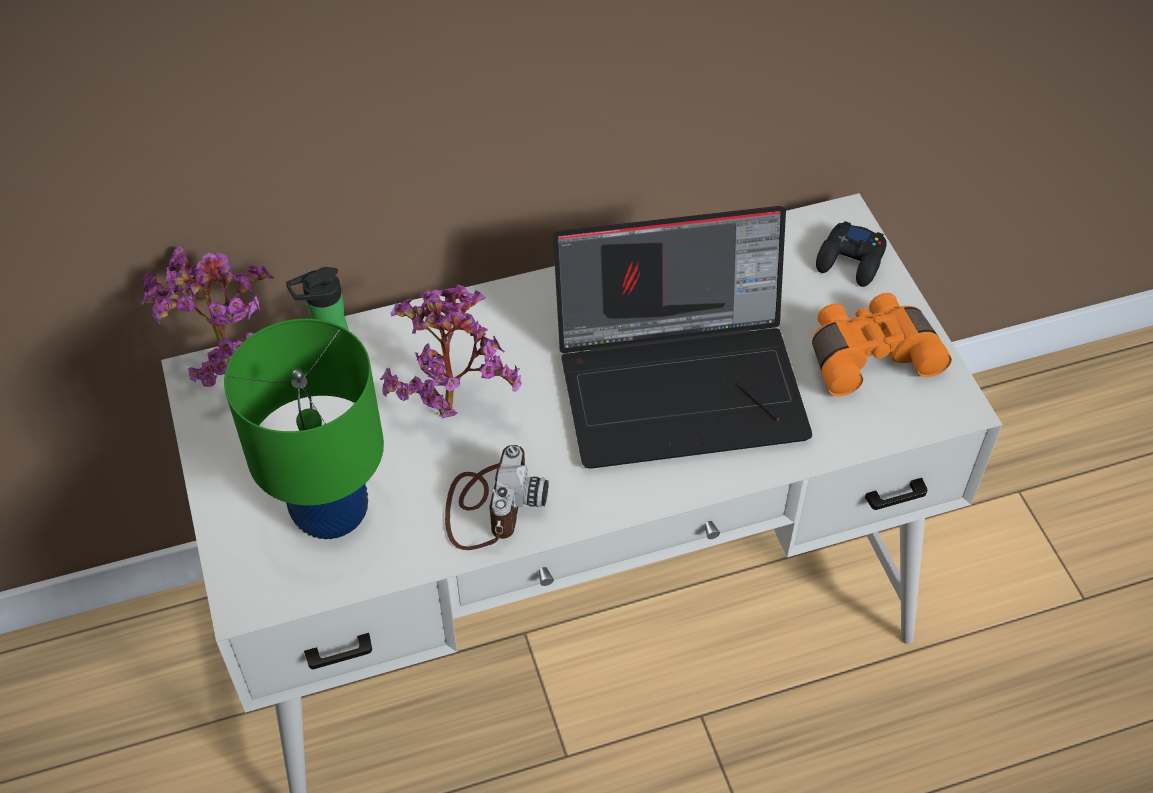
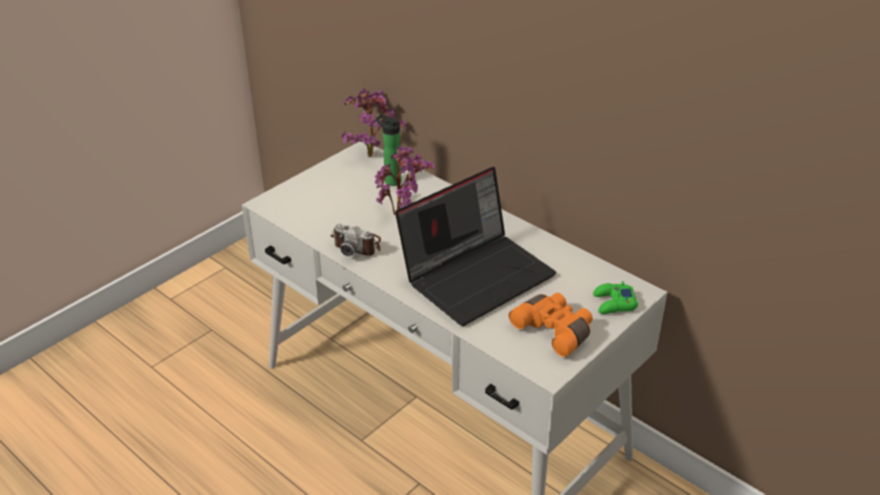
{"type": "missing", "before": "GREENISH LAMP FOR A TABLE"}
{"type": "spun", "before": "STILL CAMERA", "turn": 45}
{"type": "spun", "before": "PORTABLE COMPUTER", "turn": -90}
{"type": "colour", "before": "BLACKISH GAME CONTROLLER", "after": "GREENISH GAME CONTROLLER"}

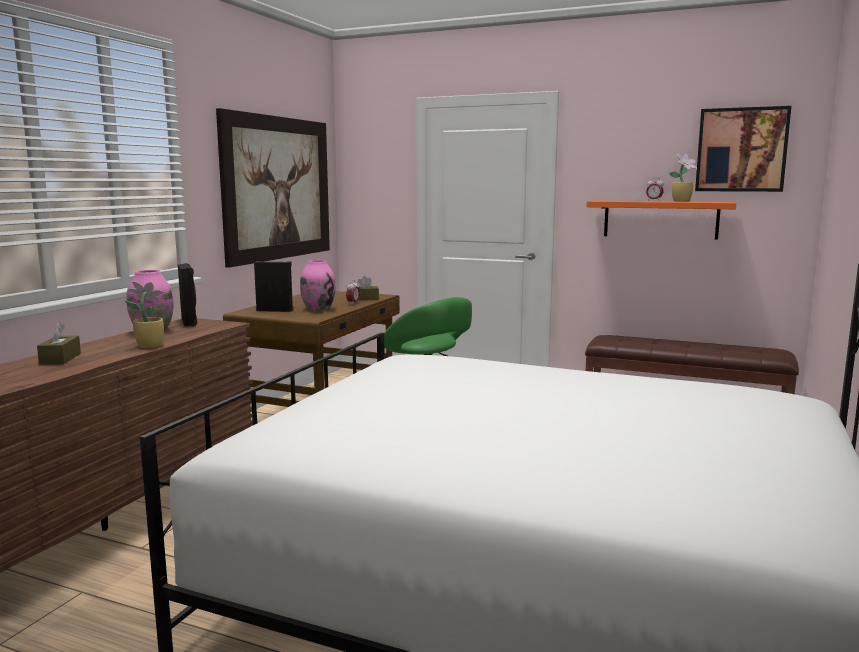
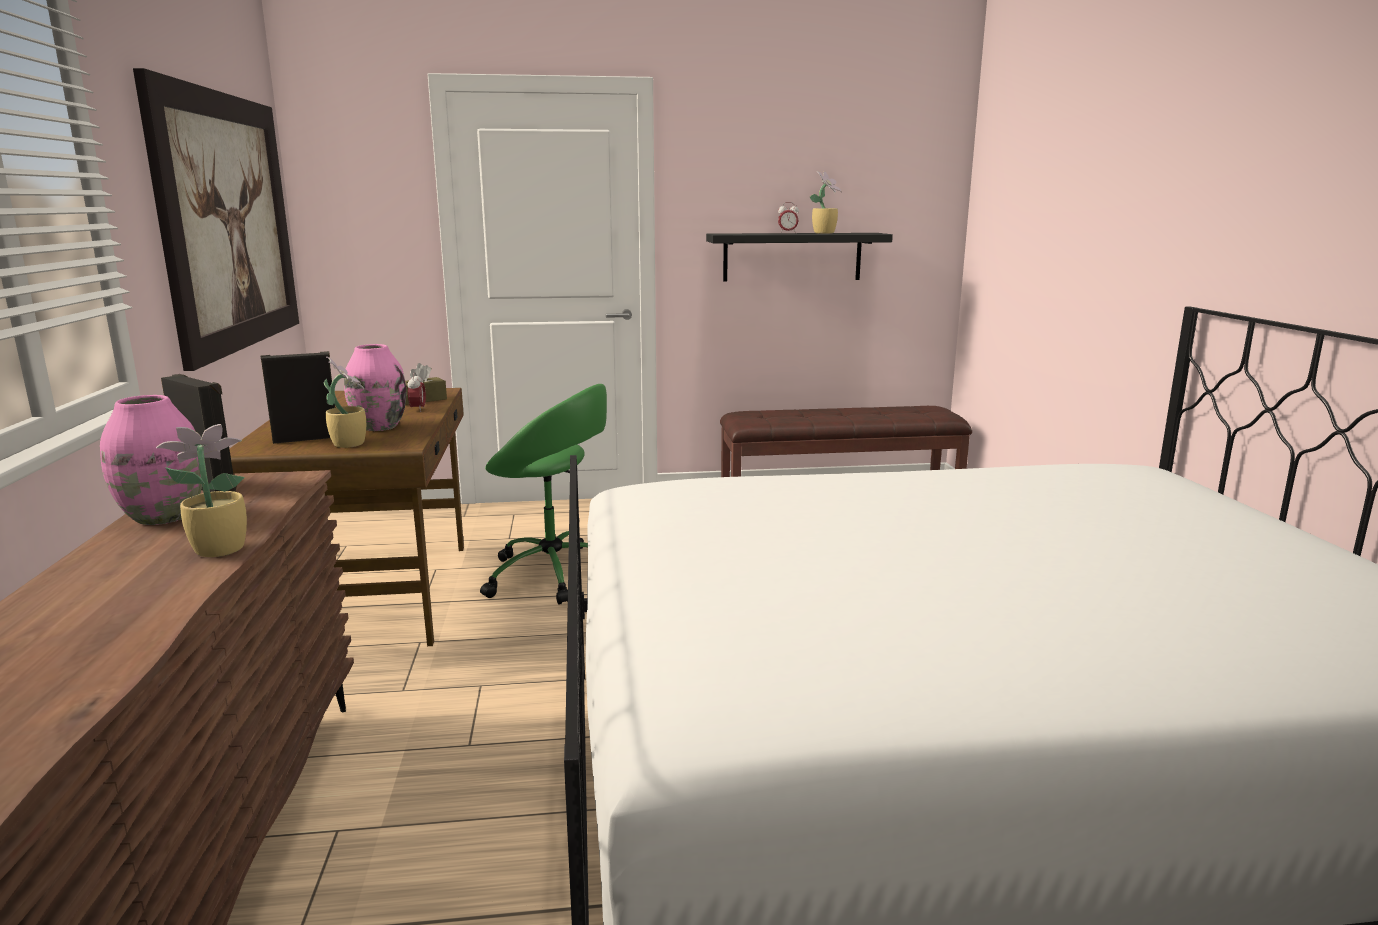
{"type": "missing", "before": "BROWNISH TISSUE BOX (no. 1 from left)"}
{"type": "colour", "before": "ORANGEY SHELF", "after": "BLACKISH SHELF"}
{"type": "missing", "before": "PICTURE (no. 2 from left)"}
{"type": "appeared", "after": "HOUSEPLANT (no. 2 from left)"}

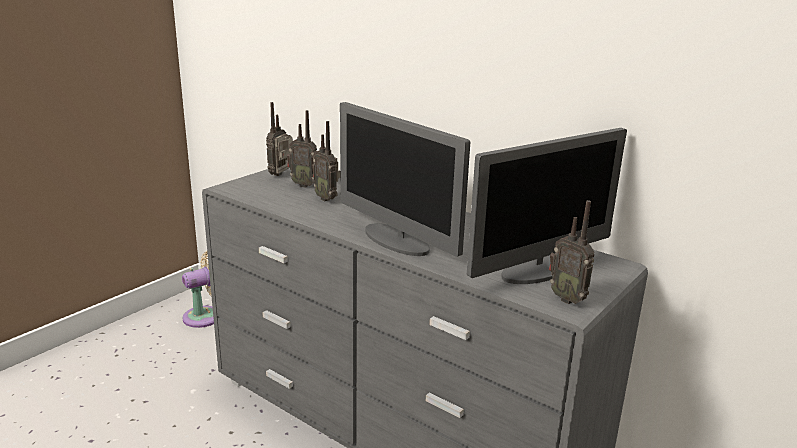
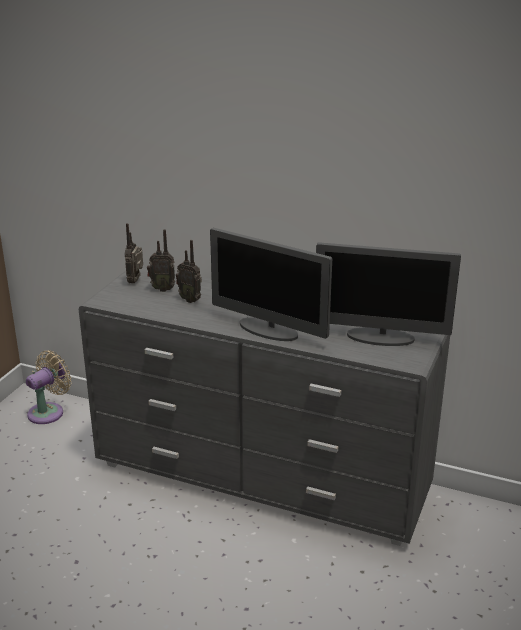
{"type": "spun", "before": "COMPUTER SCREEN (no. 2 from left)", "turn": 60}
{"type": "missing", "before": "RADIO SET (no. 4 from left)"}

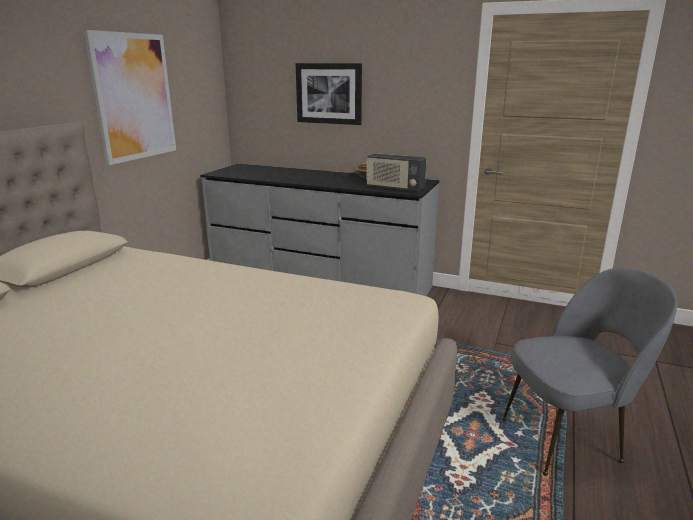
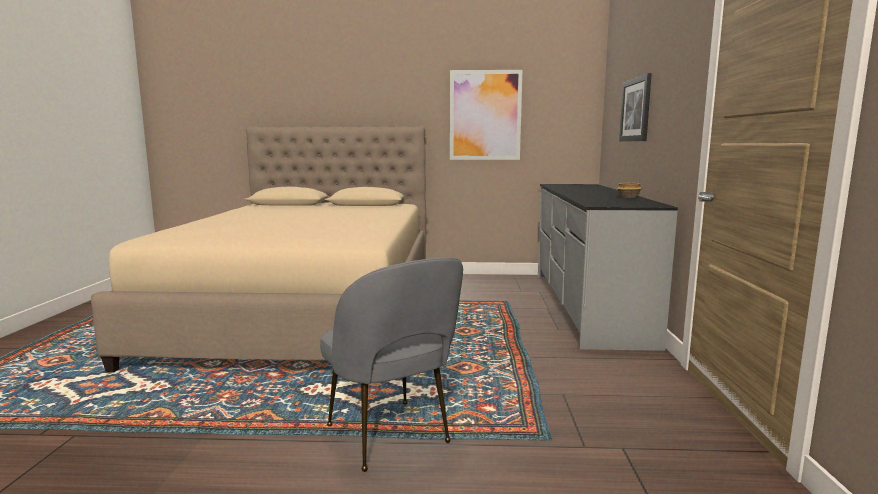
{"type": "missing", "before": "RADIO SET"}

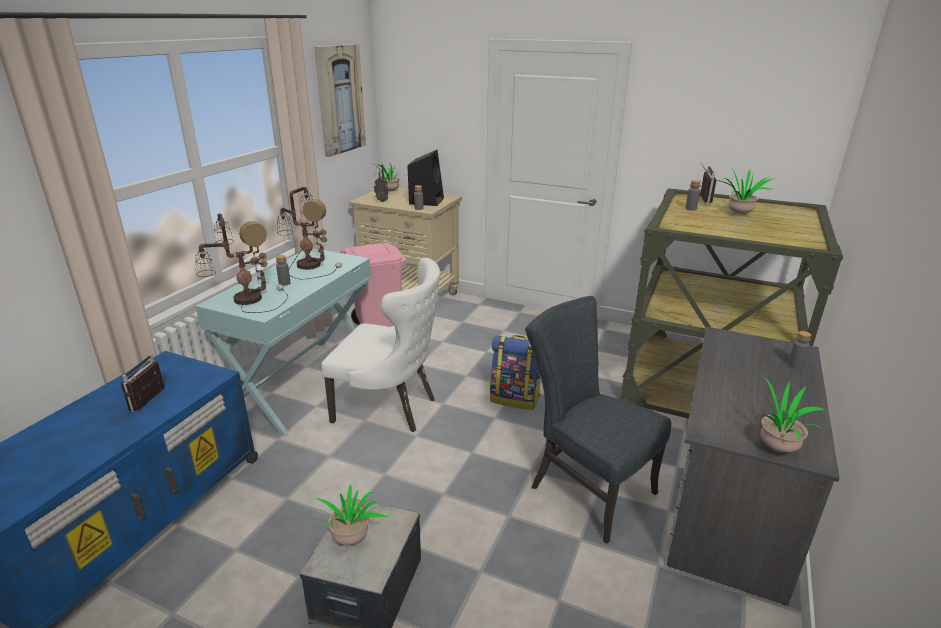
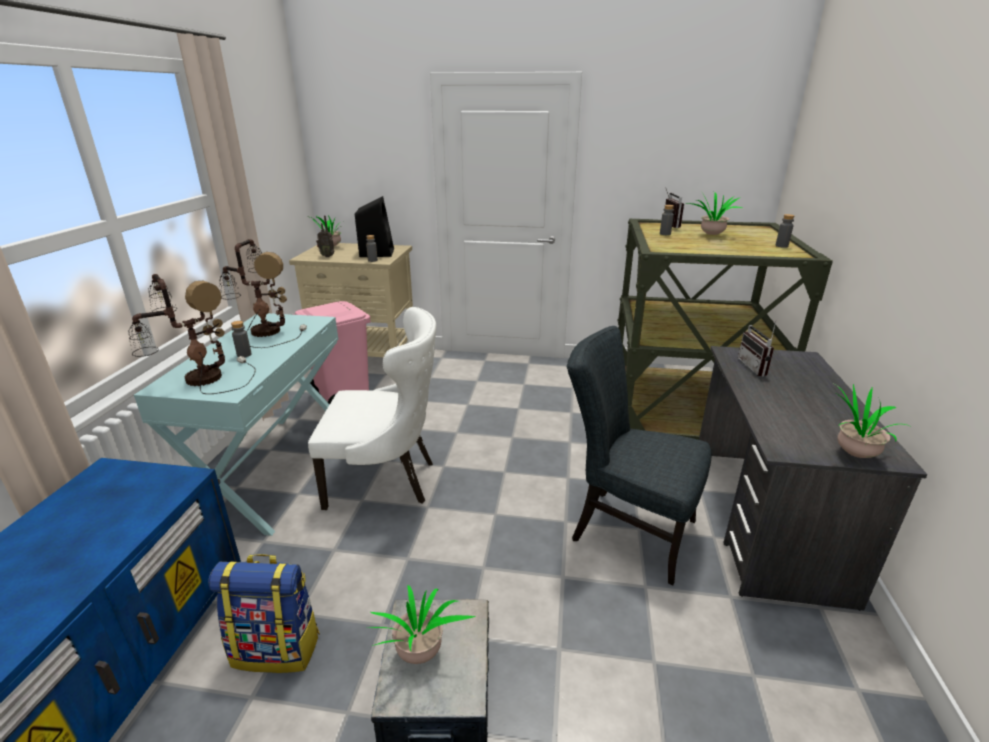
{"type": "relocated", "before": "RADIO SET (no. 1 from left in the first image)", "after": "RADIO SET (no. 3 from left)"}
{"type": "missing", "before": "PICTURE"}
{"type": "relocated", "before": "KNAPSACK"}
{"type": "relocated", "before": "GRAY DRINK BOTTLE (no. 4 from left)"}

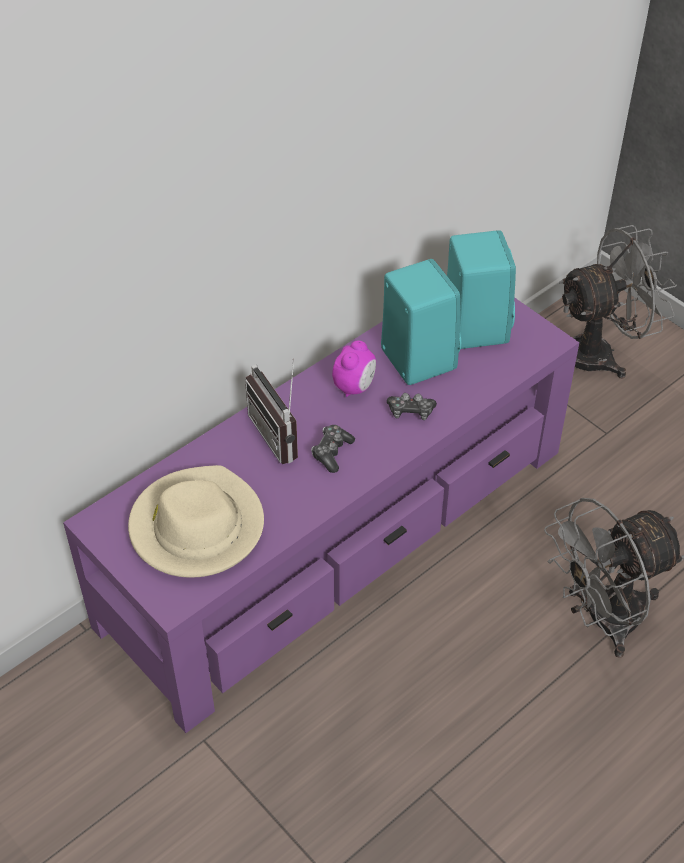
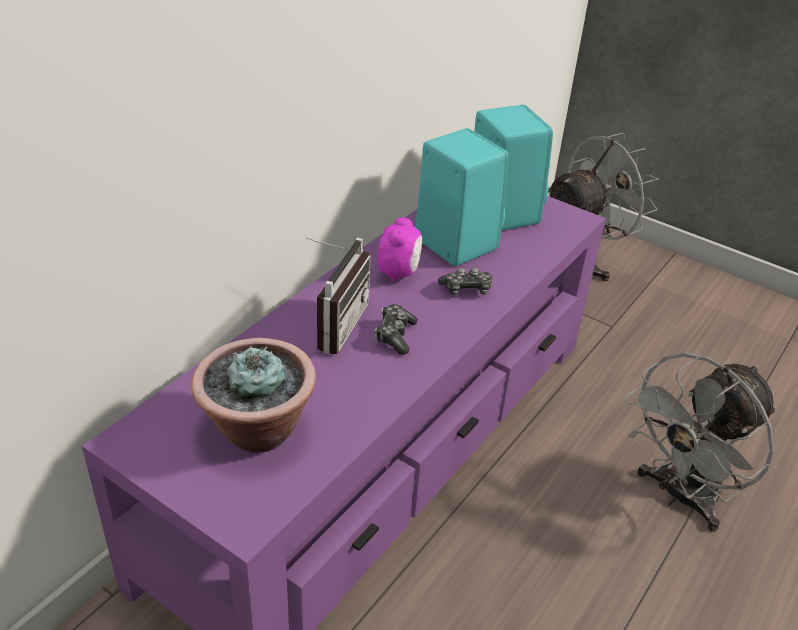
{"type": "exchanged", "before": "BEIGE WEARABLE HAT", "after": "HOUSEPLANT"}
{"type": "spun", "before": "RADIO SET", "turn": -120}

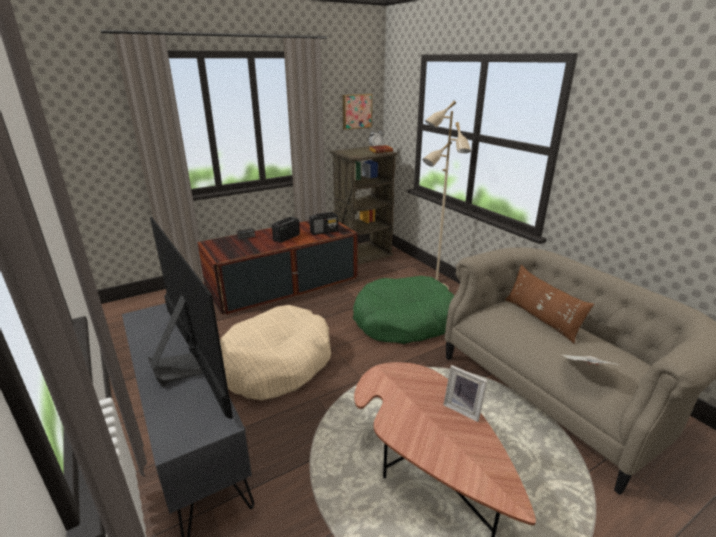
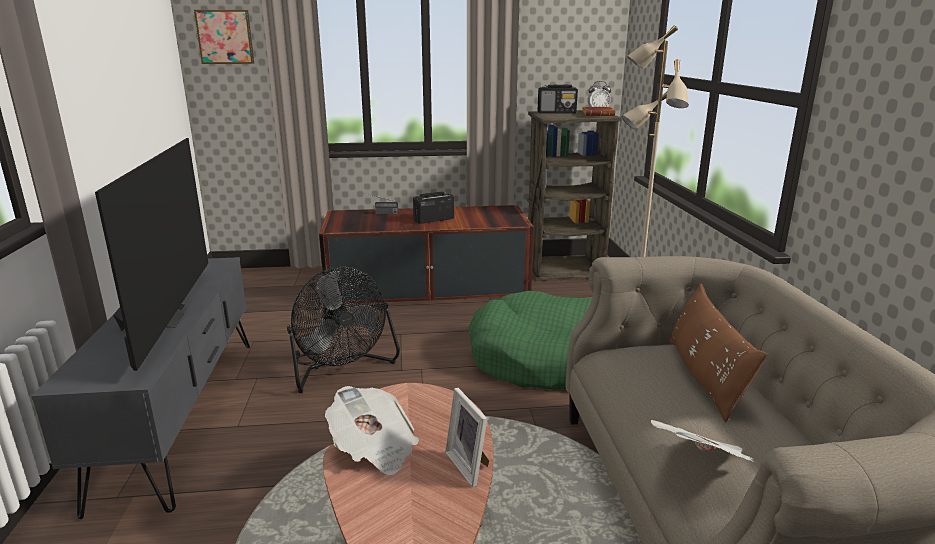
{"type": "exchanged", "before": "BEIGE DOG BED", "after": "BLACKISH FAN"}
{"type": "relocated", "before": "RADIO SET (no. 3 from left)"}
{"type": "relocated", "before": "PICTURE"}
{"type": "appeared", "after": "PRINTED PAPER (no. 1 from left)"}

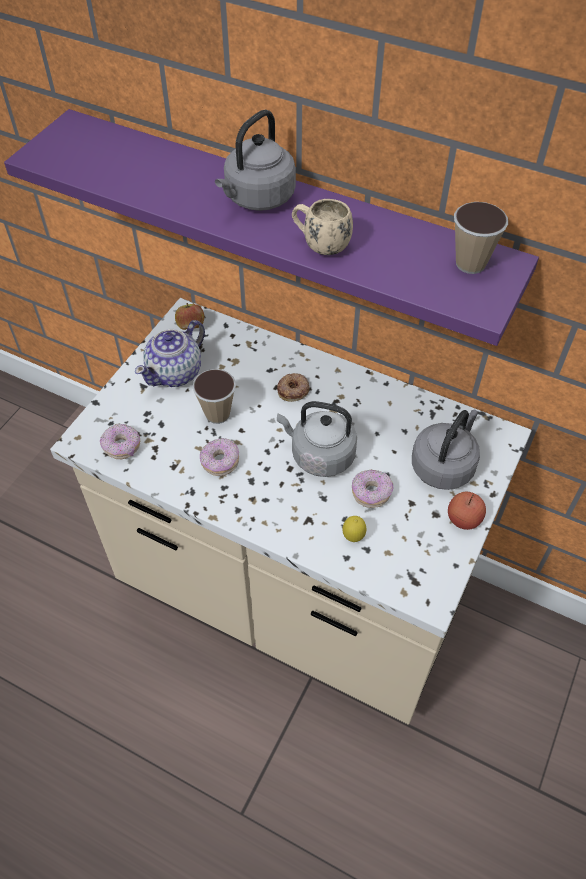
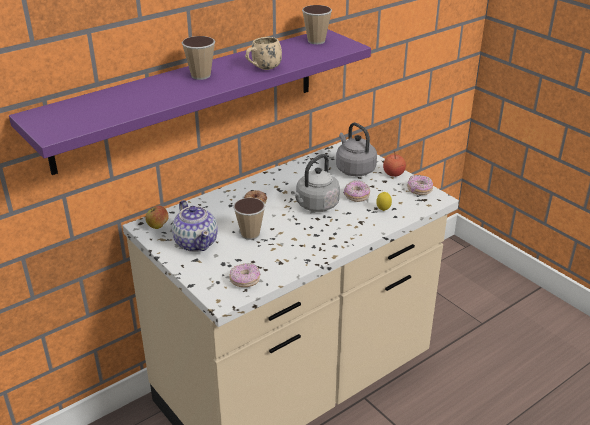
{"type": "relocated", "before": "DOUGHNUT (no. 2 from left in the first image)", "after": "DOUGHNUT (no. 4 from left)"}
{"type": "exchanged", "before": "GRAY KETTLE (no. 1 from left)", "after": "DRINKING CUP (no. 1 from left)"}

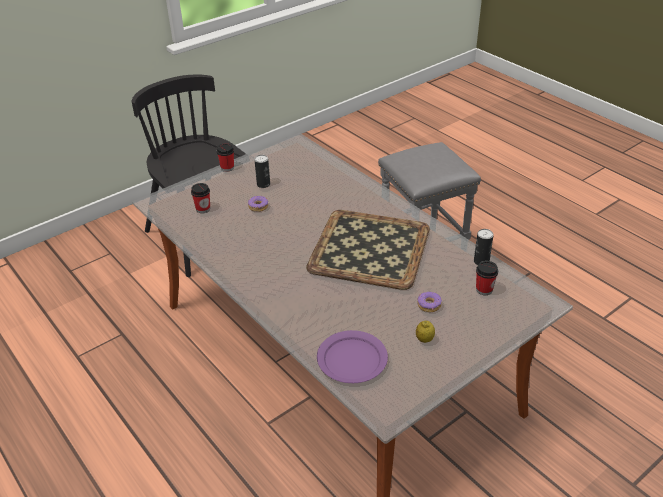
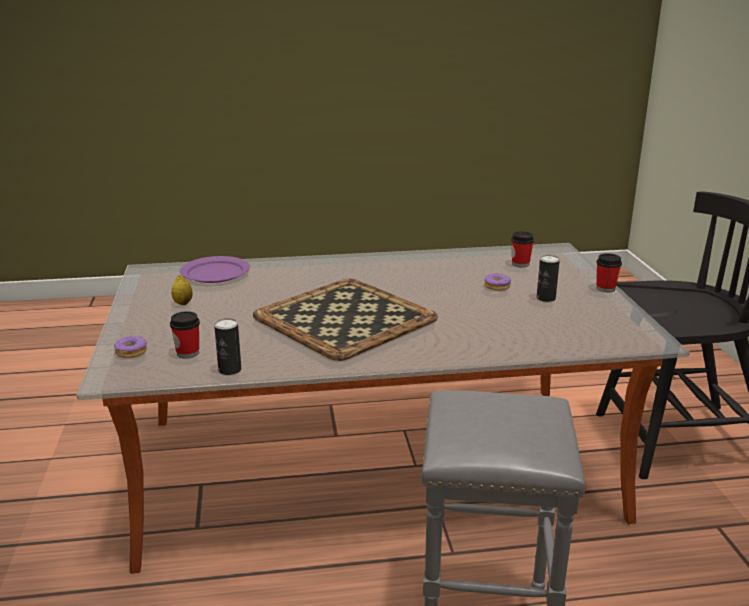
{"type": "relocated", "before": "DOUGHNUT (no. 2 from left in the first image)", "after": "DOUGHNUT (no. 1 from left)"}

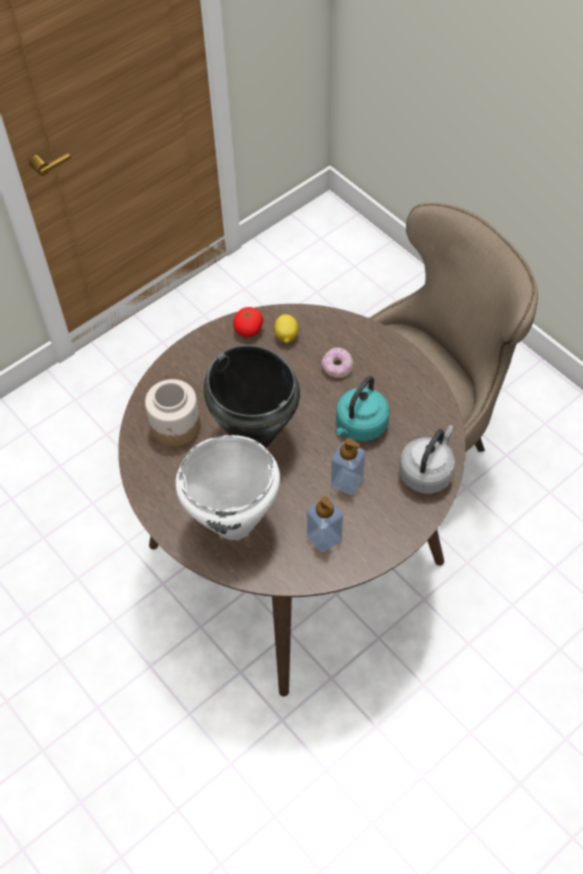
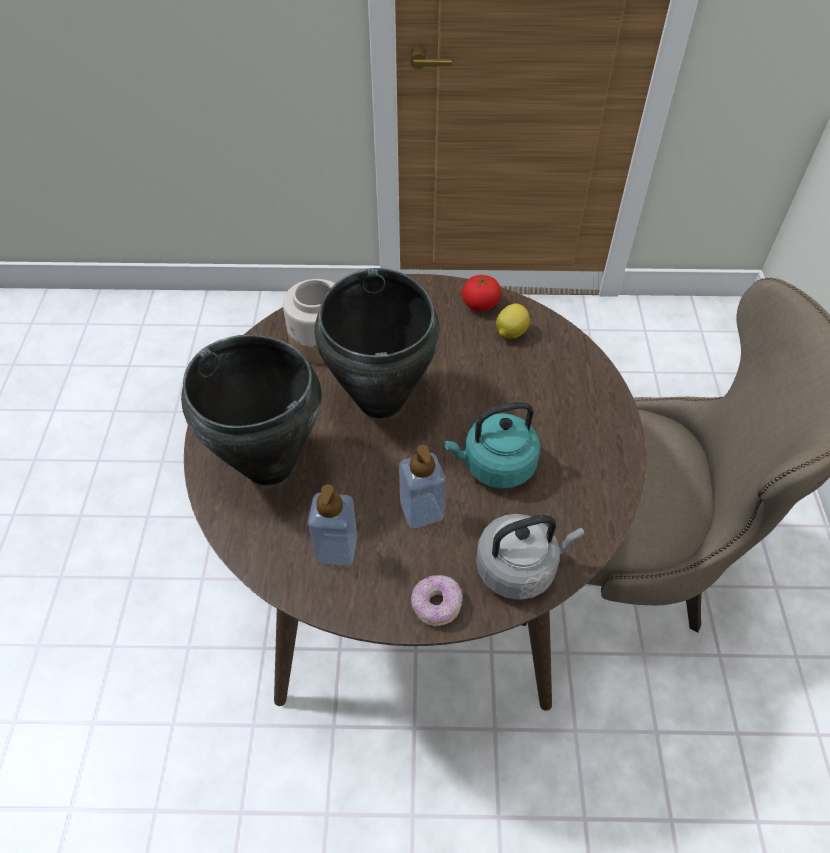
{"type": "colour", "before": "WHITISH STOCKPOT", "after": "BLACKISH STOCKPOT (no. 1 from left)"}
{"type": "relocated", "before": "DOUGHNUT"}

